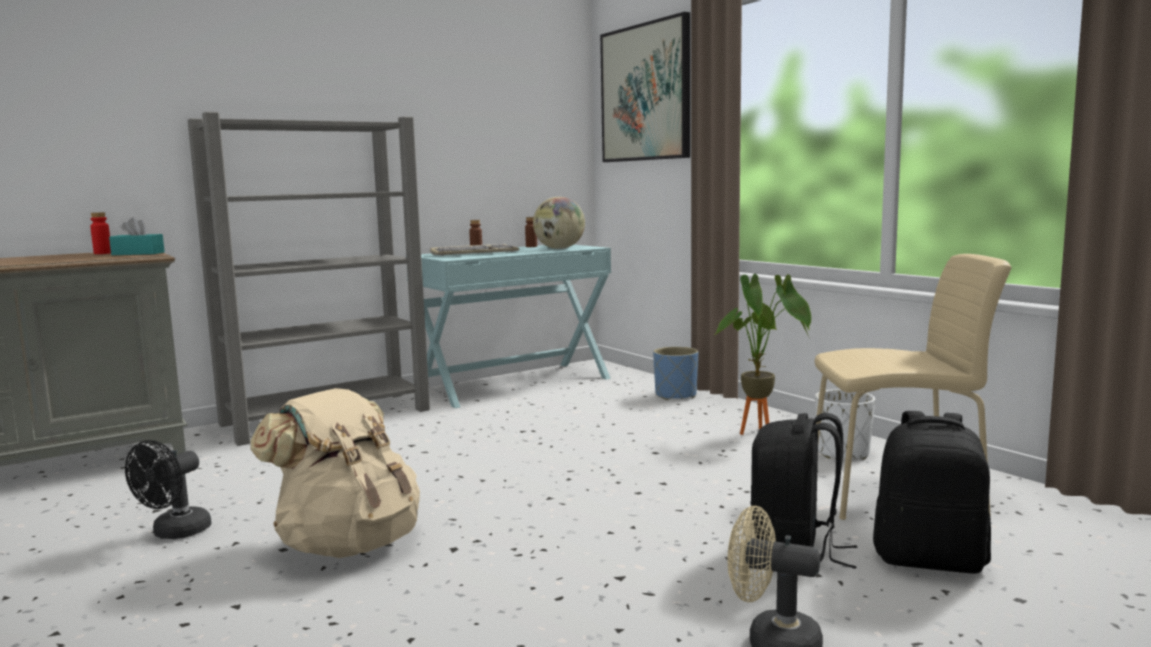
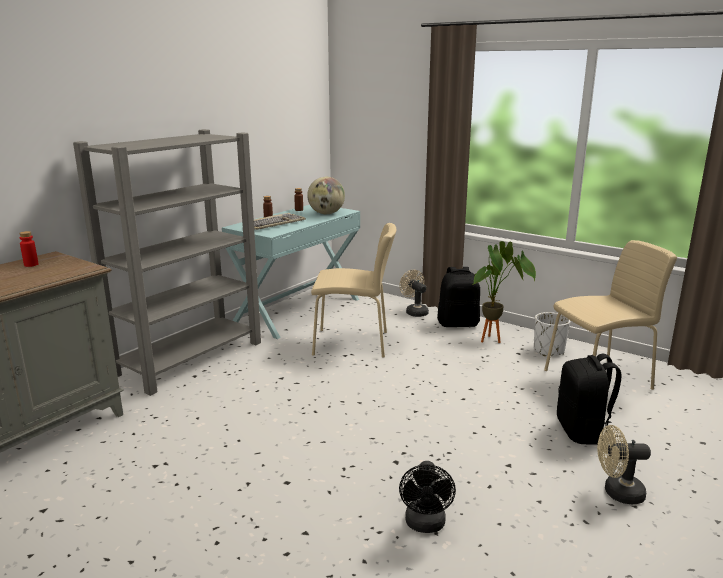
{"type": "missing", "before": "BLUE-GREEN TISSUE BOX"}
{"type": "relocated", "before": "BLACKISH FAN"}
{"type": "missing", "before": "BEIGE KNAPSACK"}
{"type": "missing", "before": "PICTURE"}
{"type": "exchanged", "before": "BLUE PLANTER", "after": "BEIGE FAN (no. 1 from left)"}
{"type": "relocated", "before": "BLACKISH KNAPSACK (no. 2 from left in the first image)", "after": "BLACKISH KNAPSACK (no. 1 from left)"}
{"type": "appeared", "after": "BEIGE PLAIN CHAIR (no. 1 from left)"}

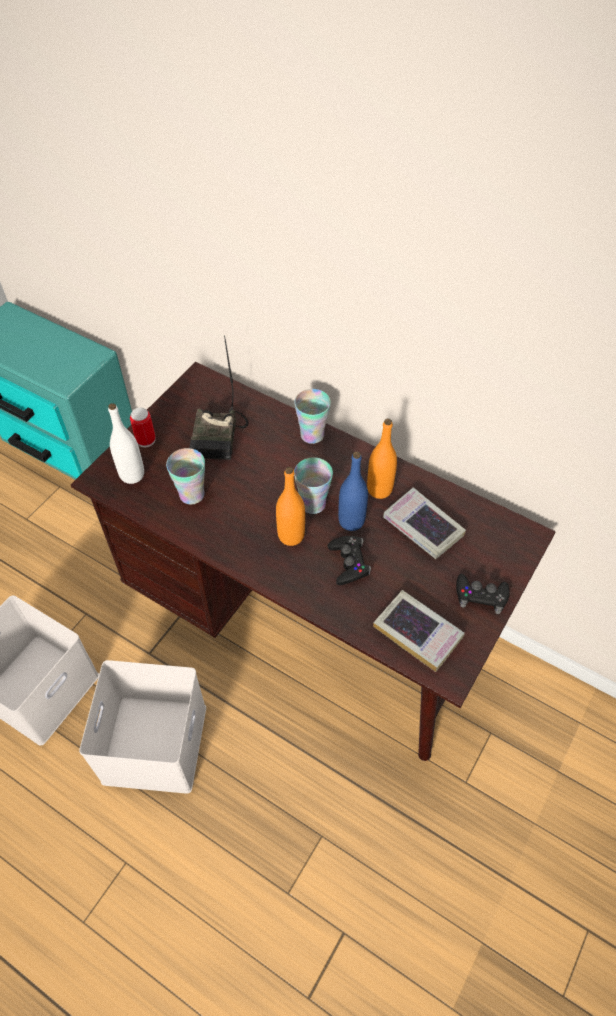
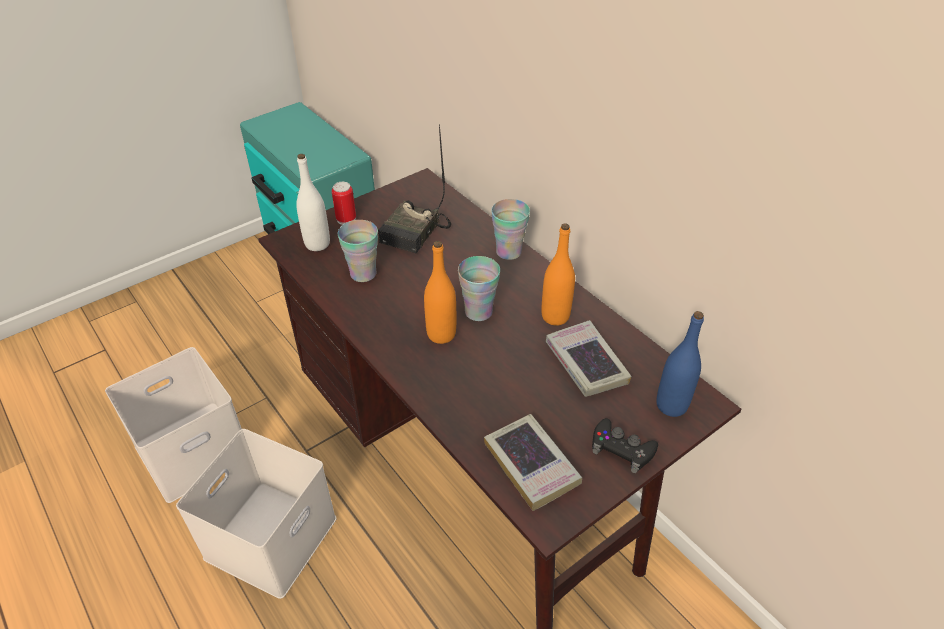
{"type": "missing", "before": "BLACKISH GAME CONTROLLER (no. 1 from left)"}
{"type": "relocated", "before": "BLUE DRINK BOTTLE"}

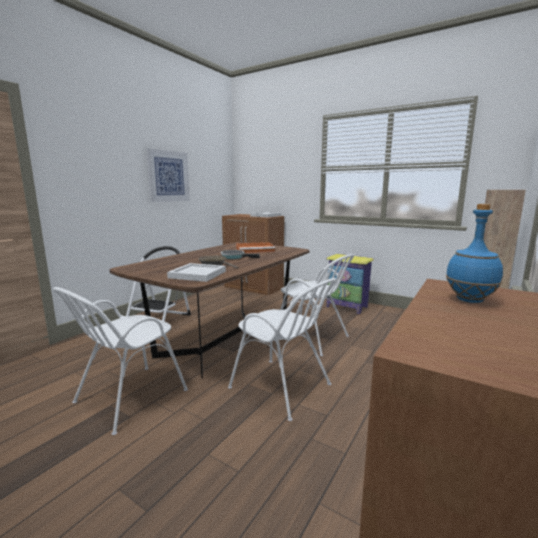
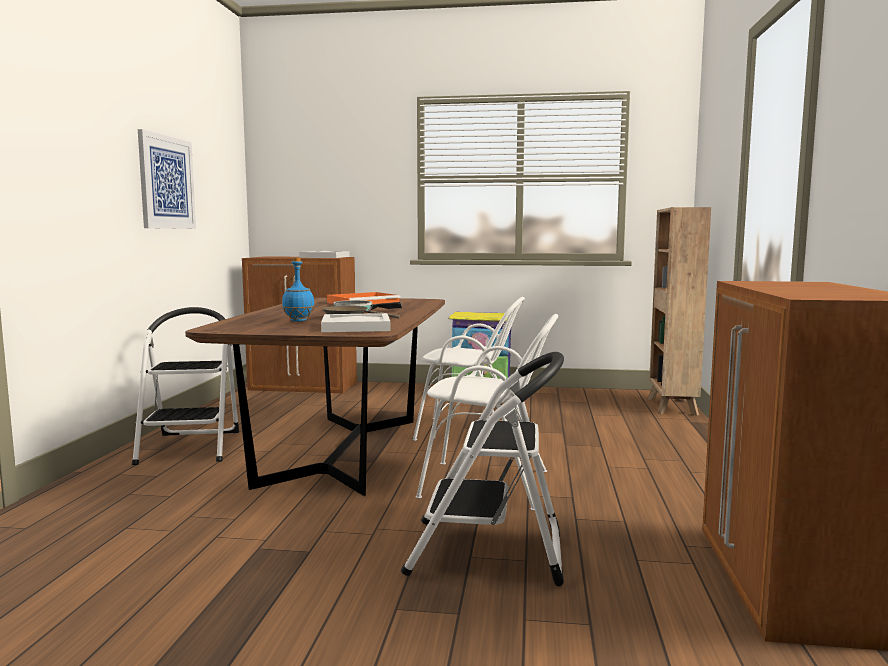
{"type": "missing", "before": "WHITISH PLAIN CHAIR (no. 1 from left)"}
{"type": "relocated", "before": "BLUE DRINK BOTTLE"}
{"type": "appeared", "after": "STEP STOOL (no. 2 from left)"}

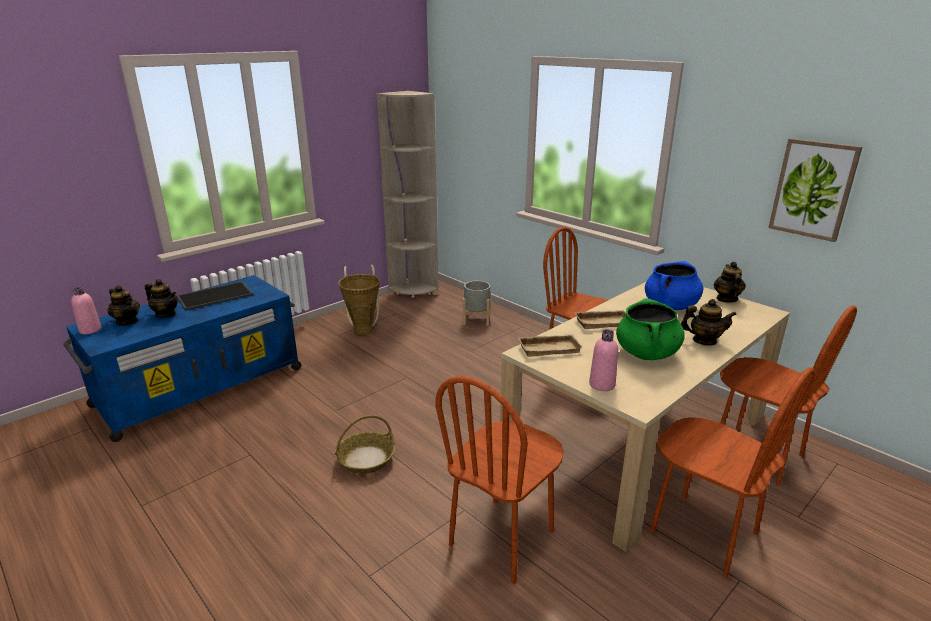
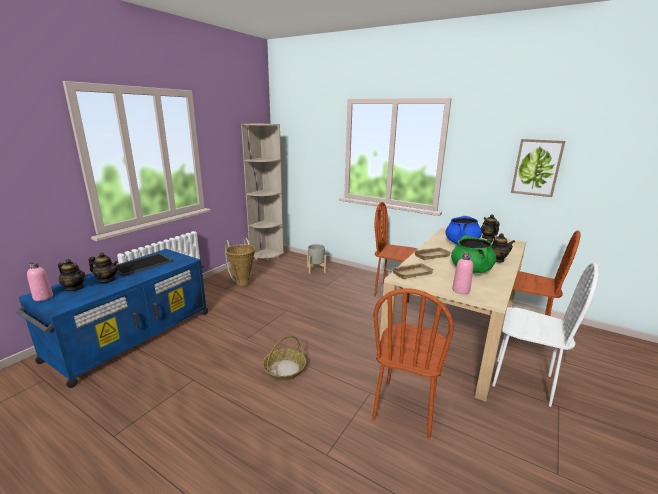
{"type": "colour", "before": "BROWNISH PLAIN CHAIR (no. 3 from left)", "after": "WHITISH PLAIN CHAIR"}

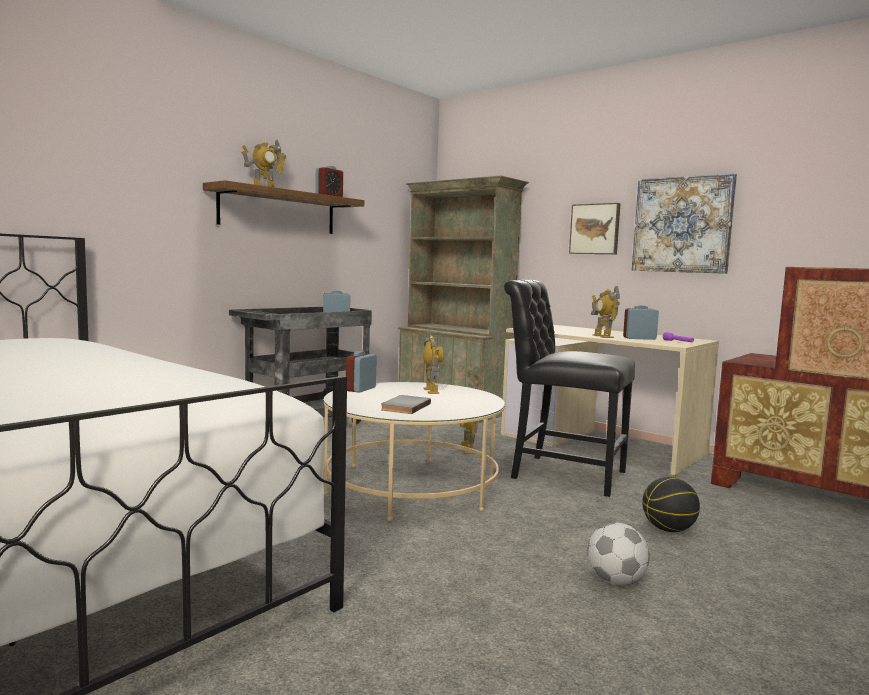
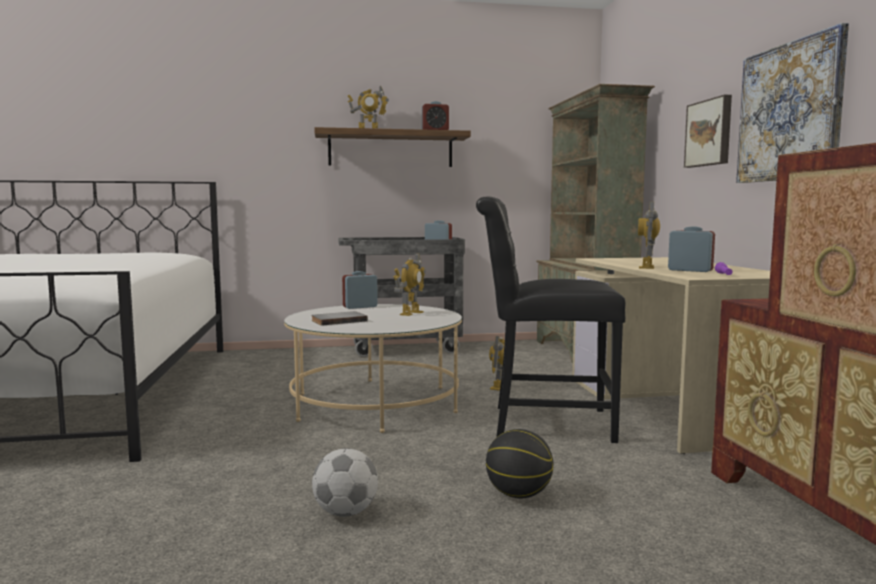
{"type": "spun", "before": "BLACKISH PLAIN CHAIR", "turn": -60}

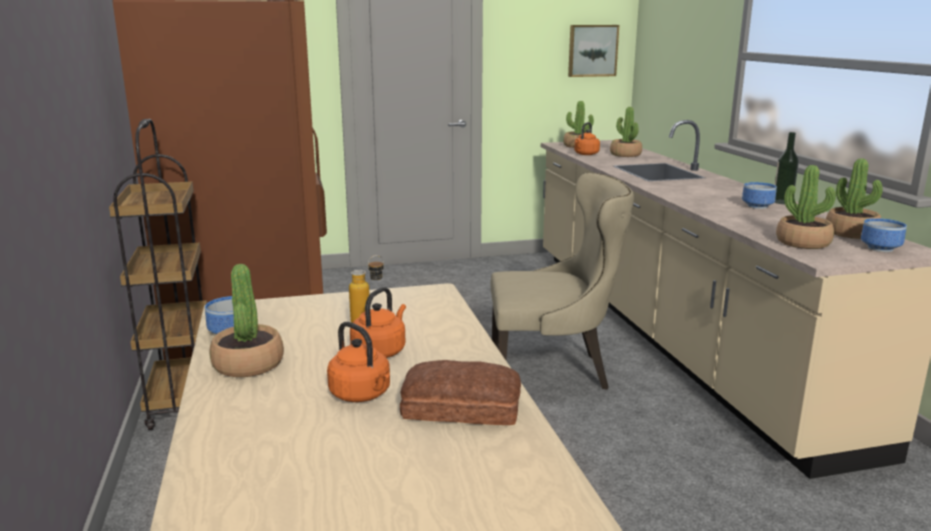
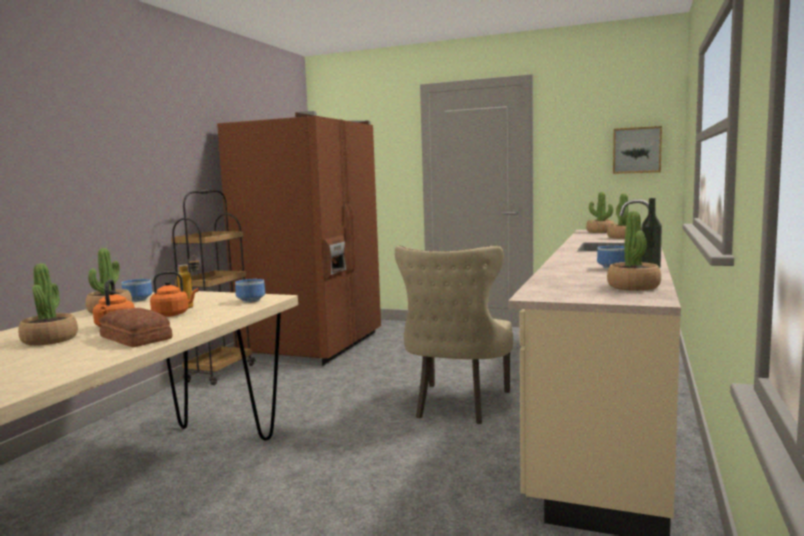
{"type": "spun", "before": "BEIGE PLAIN CHAIR", "turn": 75}
{"type": "missing", "before": "ORANGEY KETTLE (no. 3 from left)"}
{"type": "relocated", "before": "HOUSEPLANT (no. 4 from left in the first image)", "after": "HOUSEPLANT (no. 1 from left)"}
{"type": "relocated", "before": "DEEP DISH (no. 3 from left in the first image)", "after": "DEEP DISH (no. 2 from left)"}

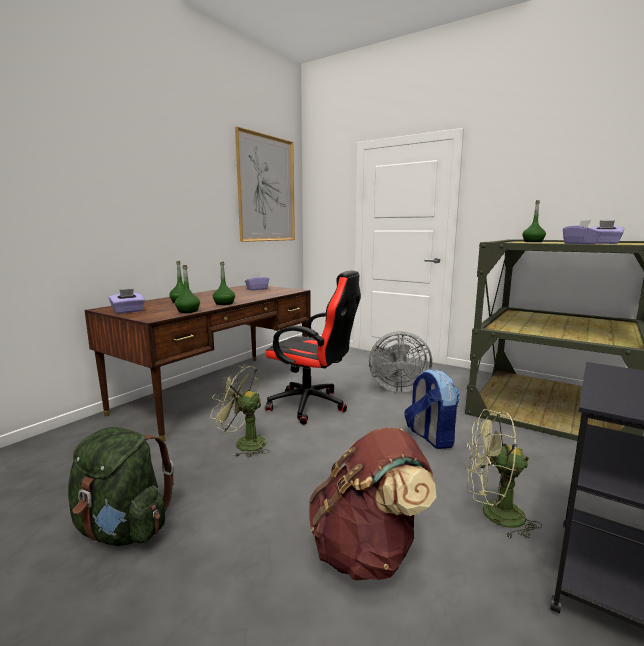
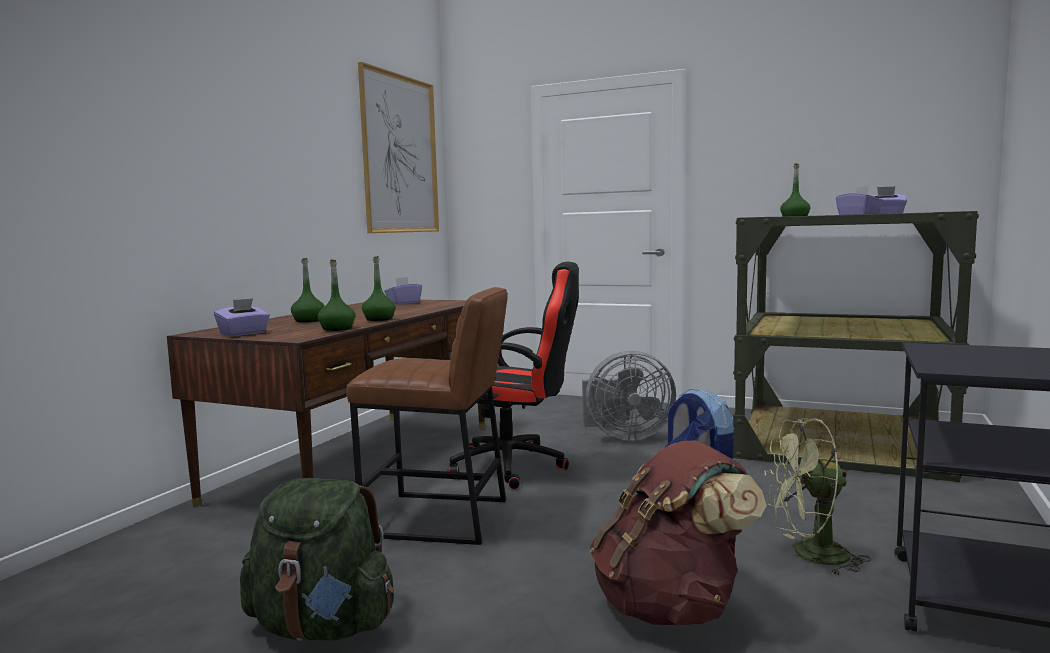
{"type": "exchanged", "before": "GREENISH FAN (no. 1 from left)", "after": "BROWNISH PLAIN CHAIR"}

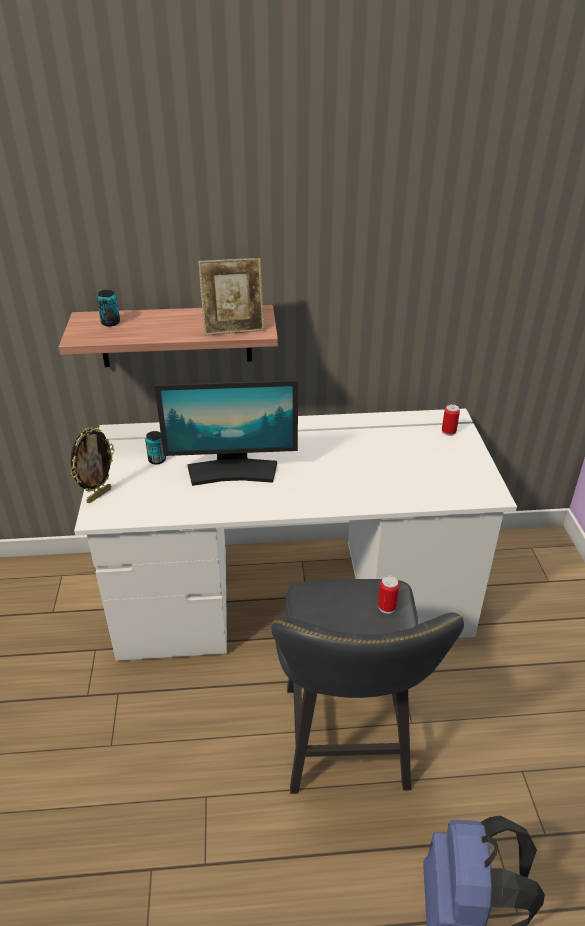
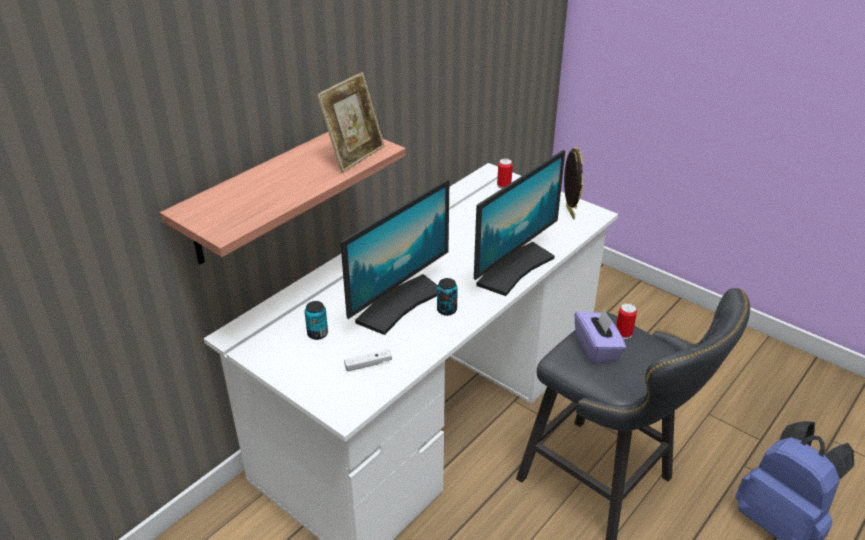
{"type": "relocated", "before": "STANDING FRAME (no. 1 from left in the first image)", "after": "STANDING FRAME (no. 2 from left)"}
{"type": "relocated", "before": "SEALED CAN (no. 1 from left in the first image)", "after": "SEALED CAN (no. 2 from left)"}
{"type": "appeared", "after": "WHITISH GAME CONTROLLER"}
{"type": "appeared", "after": "COMPUTER SCREEN (no. 2 from left)"}
{"type": "appeared", "after": "PURPLISH TISSUE BOX"}

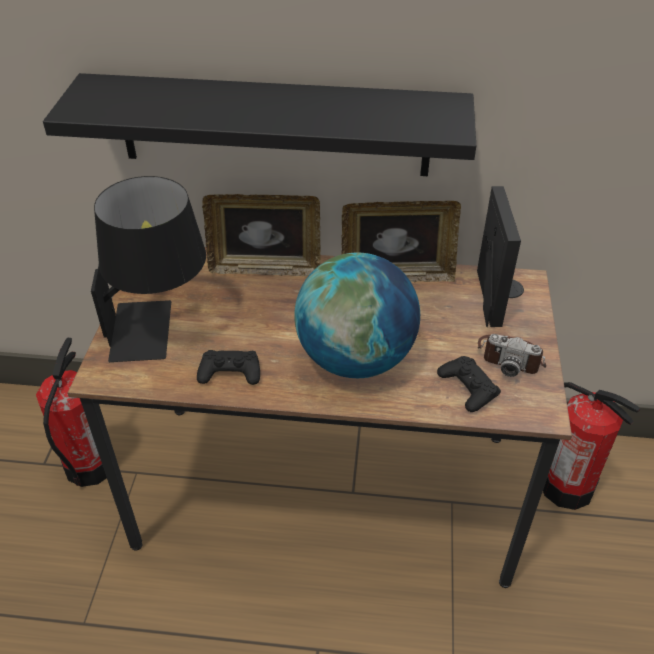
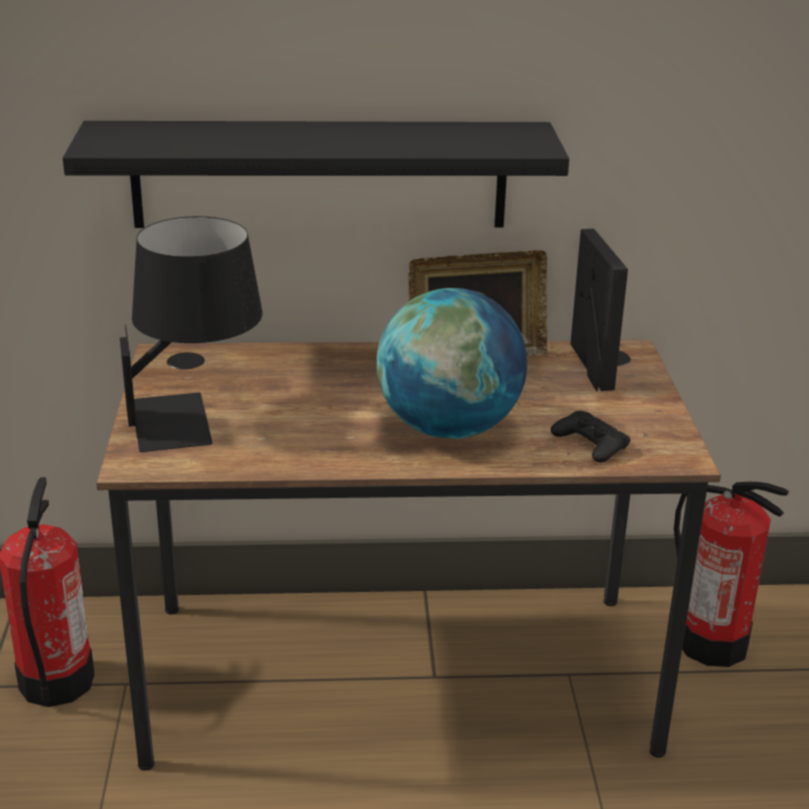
{"type": "missing", "before": "BLACKISH GAME CONTROLLER (no. 1 from left)"}
{"type": "missing", "before": "STANDING FRAME (no. 1 from left)"}
{"type": "missing", "before": "STILL CAMERA"}

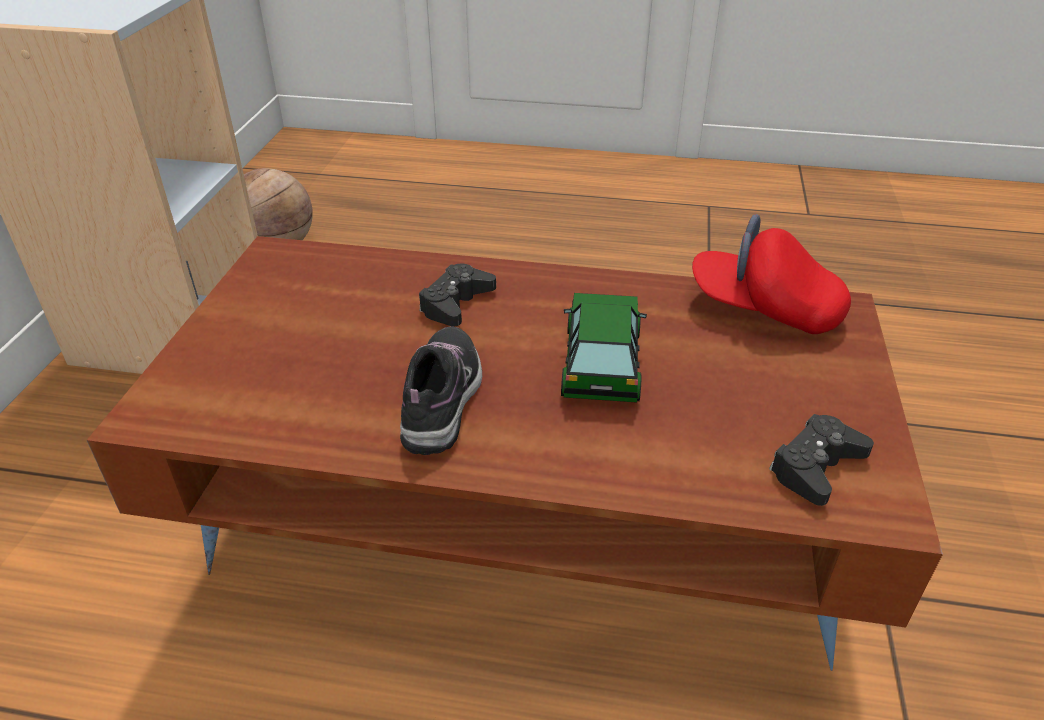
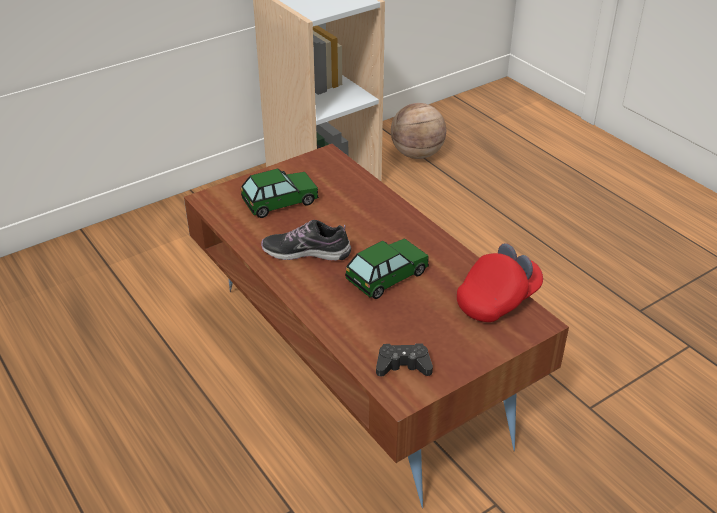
{"type": "spun", "before": "SHOE", "turn": -135}
{"type": "missing", "before": "BLACKISH GAME CONTROLLER (no. 1 from left)"}
{"type": "spun", "before": "RED CAP", "turn": 75}
{"type": "appeared", "after": "MODEL CAR (no. 1 from left)"}

